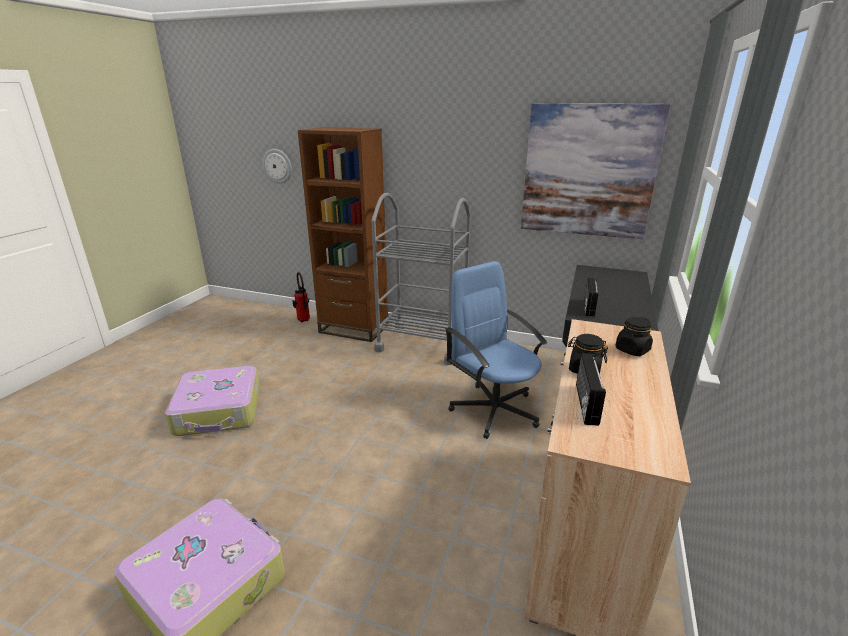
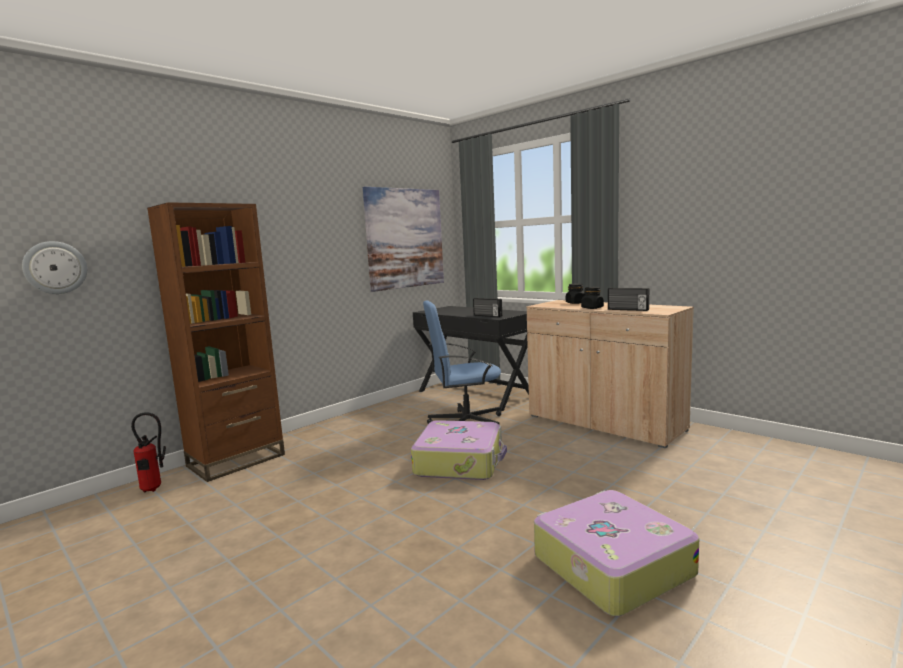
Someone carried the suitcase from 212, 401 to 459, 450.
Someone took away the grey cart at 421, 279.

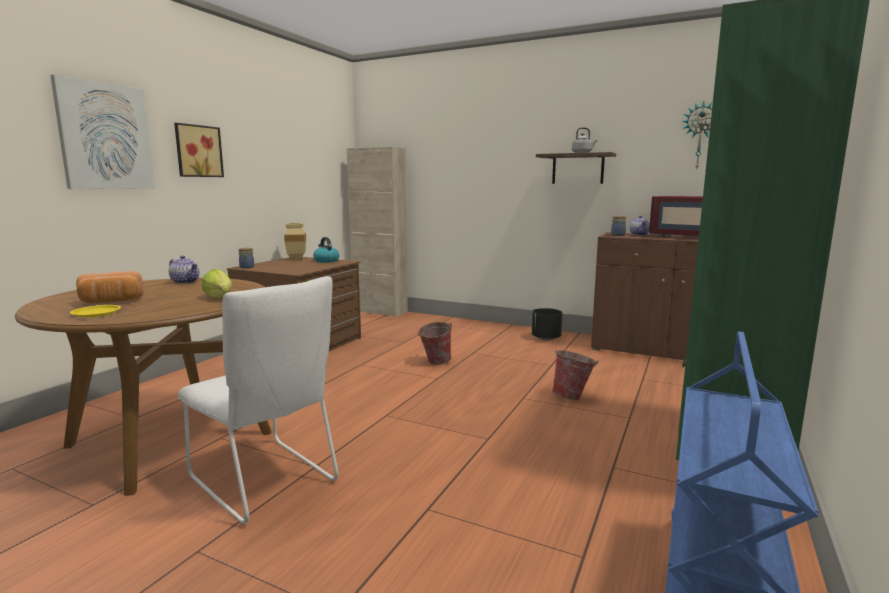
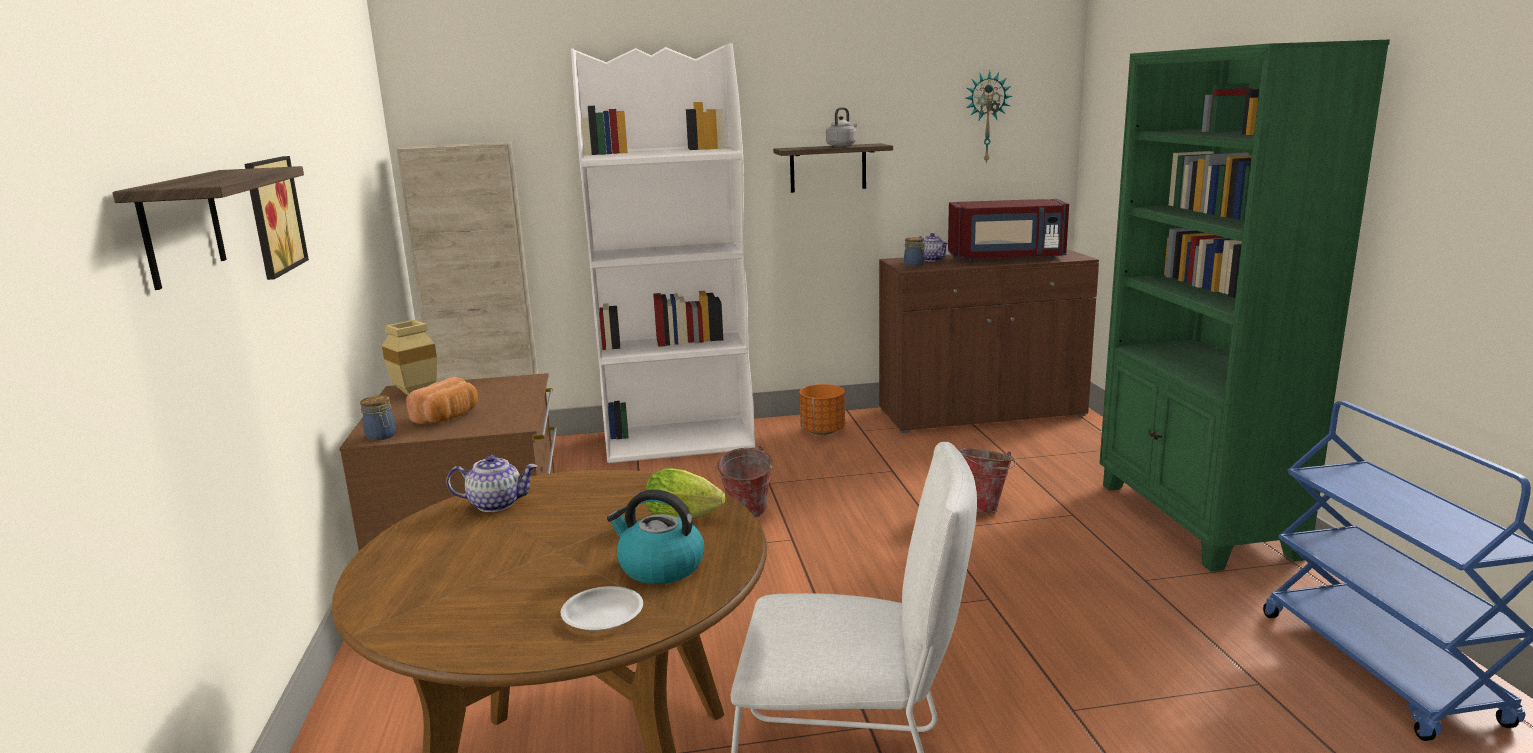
Someone swapped the picture at 102, 131 for the shelf at 208, 228.
Someone repainted the yellow plate at 95, 311, which became the white plate at 602, 608.
Someone carried the bread from 110, 287 to 442, 400.
Someone carried the kettle from 326, 250 to 655, 536.
Someone repainted the black planter at 547, 324, which became the orange planter at 822, 409.
Someone put down the white bookcase at 663, 253.

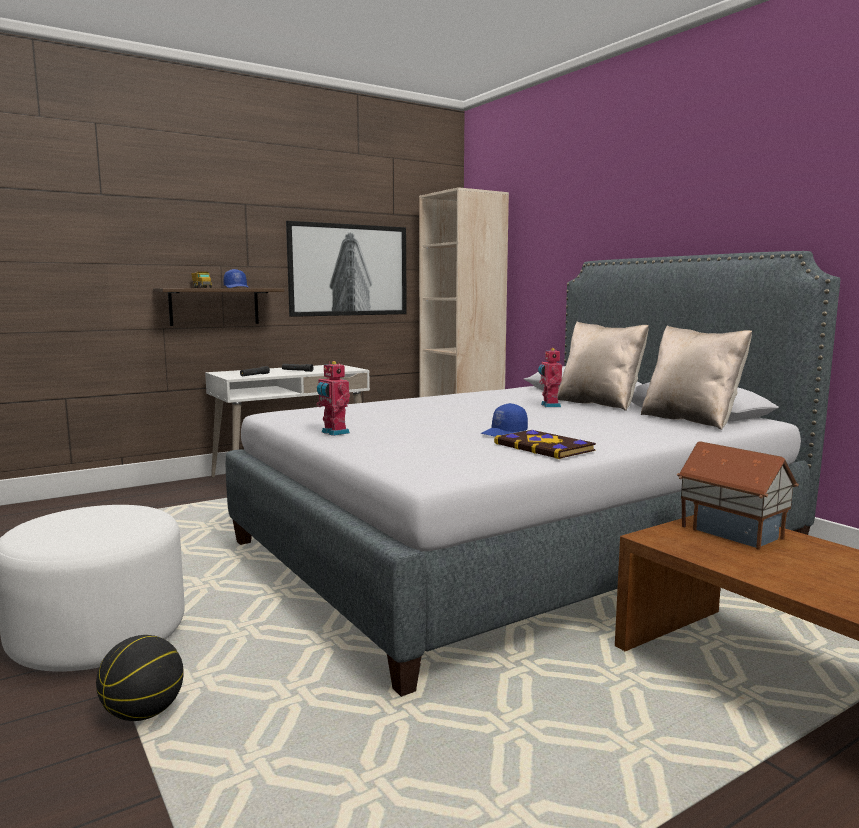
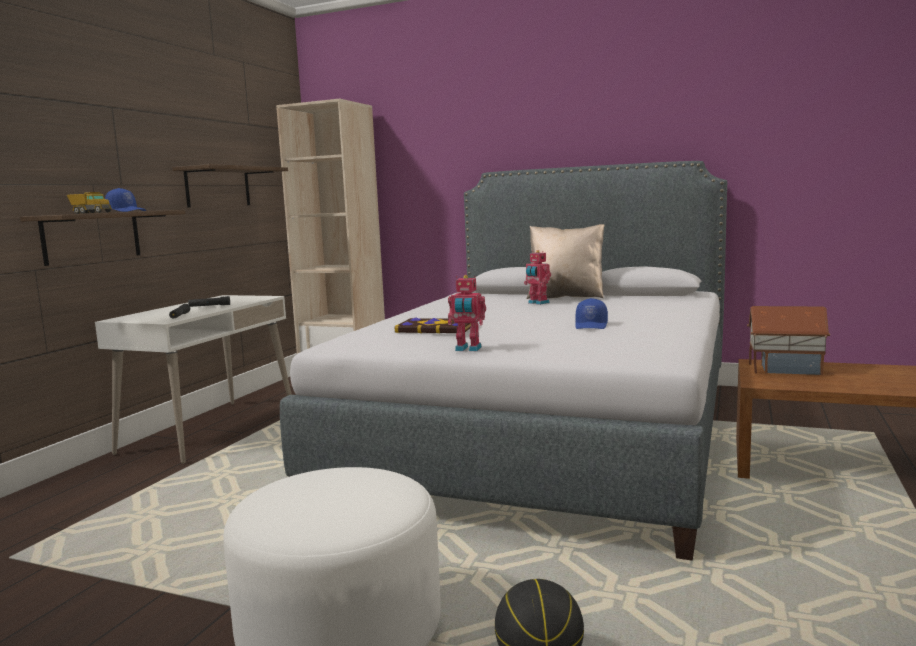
Someone swapped the picture at 346, 269 for the shelf at 230, 186.
Someone carried the book from 545, 444 to 433, 325.
Someone took away the beige pillow at 696, 378.

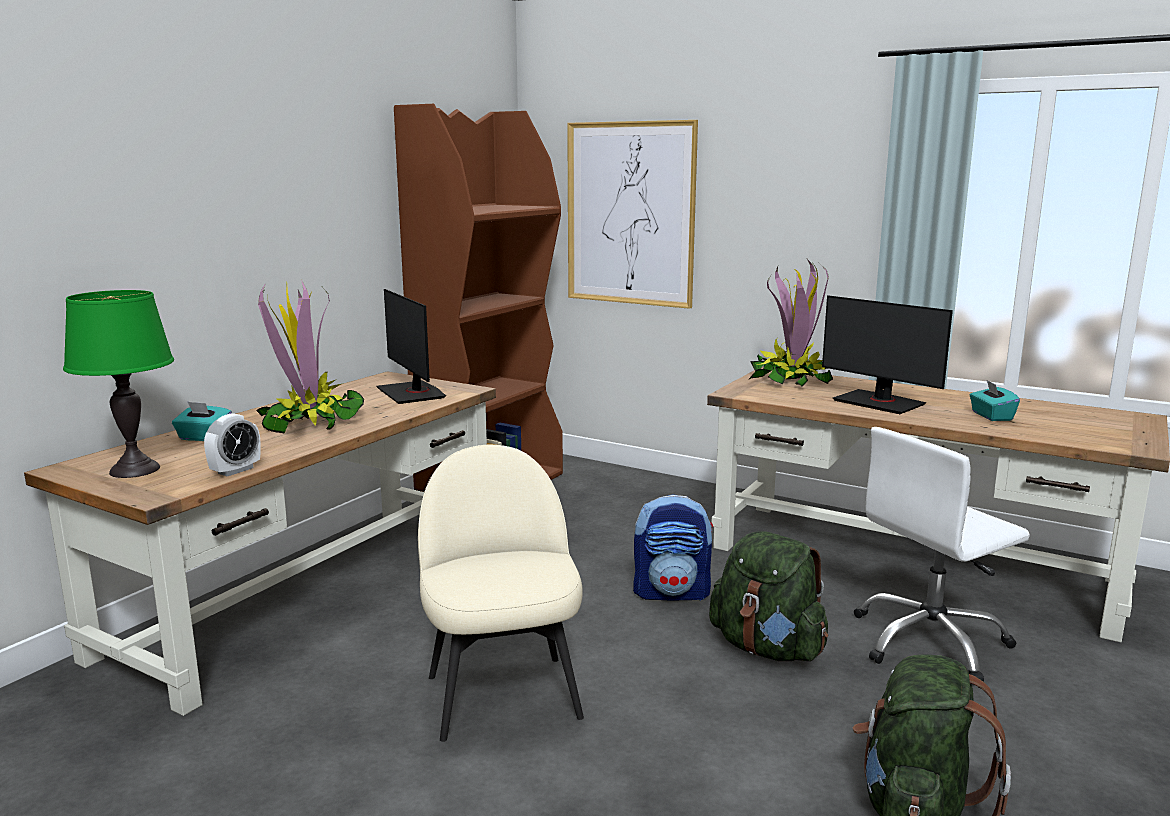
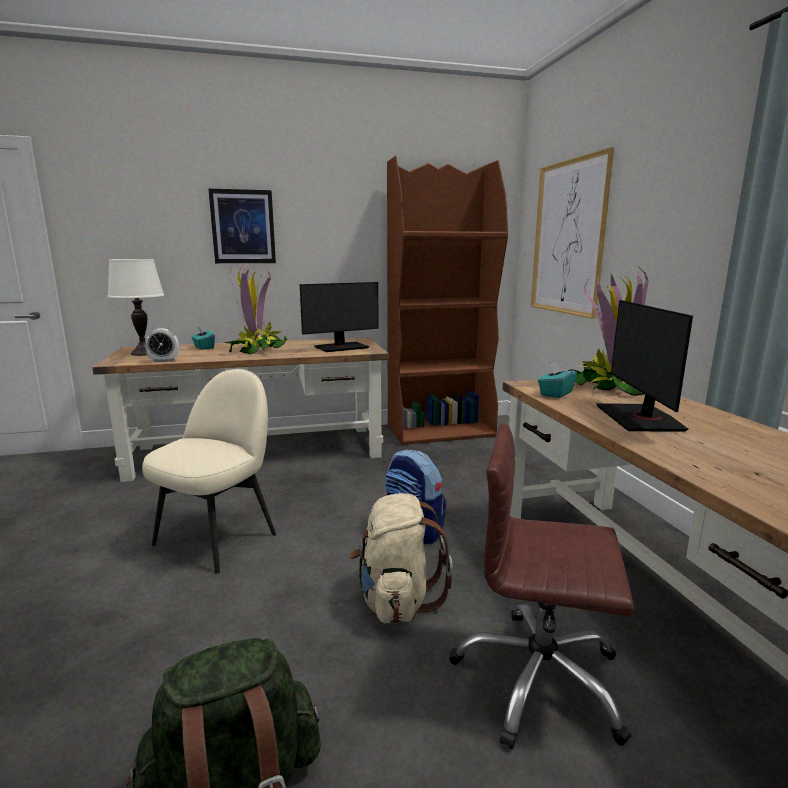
Someone repainted the green table lamp at 118, 384, which became the white table lamp at 135, 307.
Someone rotated the monitor at 411, 346 by 135 degrees counterclockwise.
Someone repainted the green backpack at 768, 596, which became the beige backpack at 401, 558.
Someone repainted the white office chair at 942, 554, which became the brown office chair at 541, 586.
Someone carried the turquoise tissue box from 995, 400 to 557, 379.
Someone put up the picture at 242, 226.

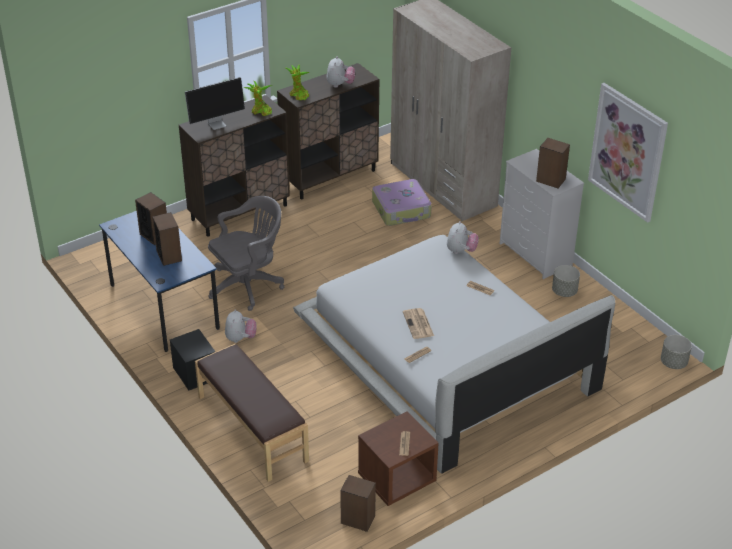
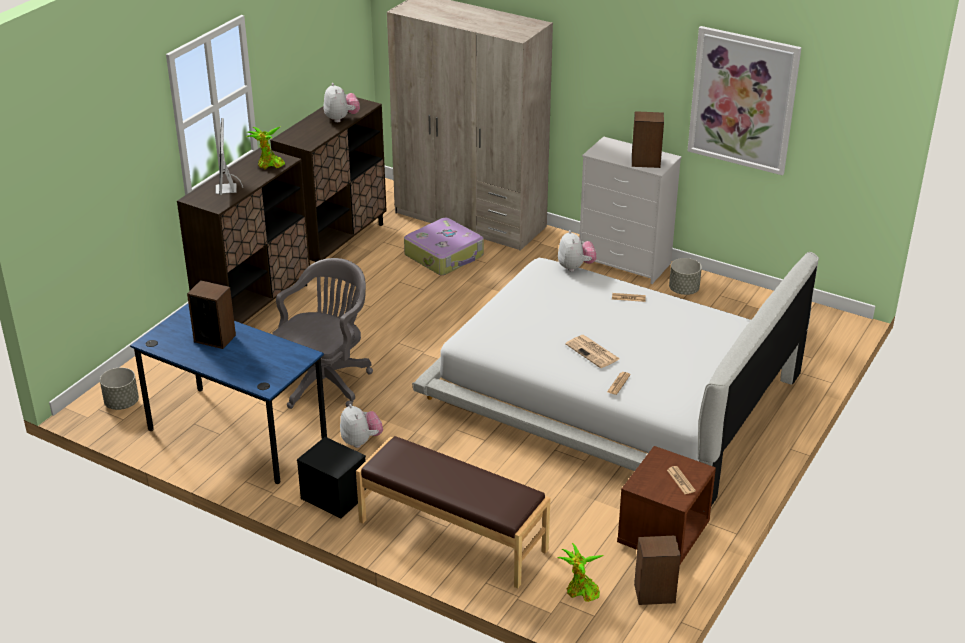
Someone took away the speaker at 167, 239.
Someone rotated the monitor at 215, 103 by 135 degrees clockwise.
Someone carried the potted plant from 298, 82 to 580, 572.
Someone carried the grey planter from 676, 352 to 119, 389.

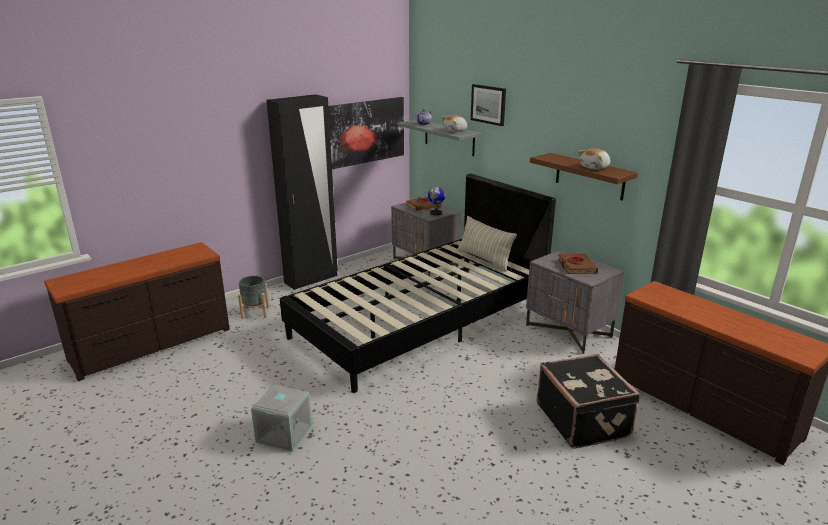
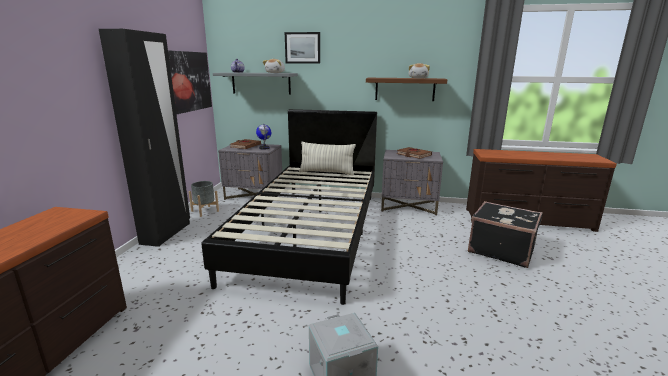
Someone carried the grey planter from 253, 297 to 204, 199.

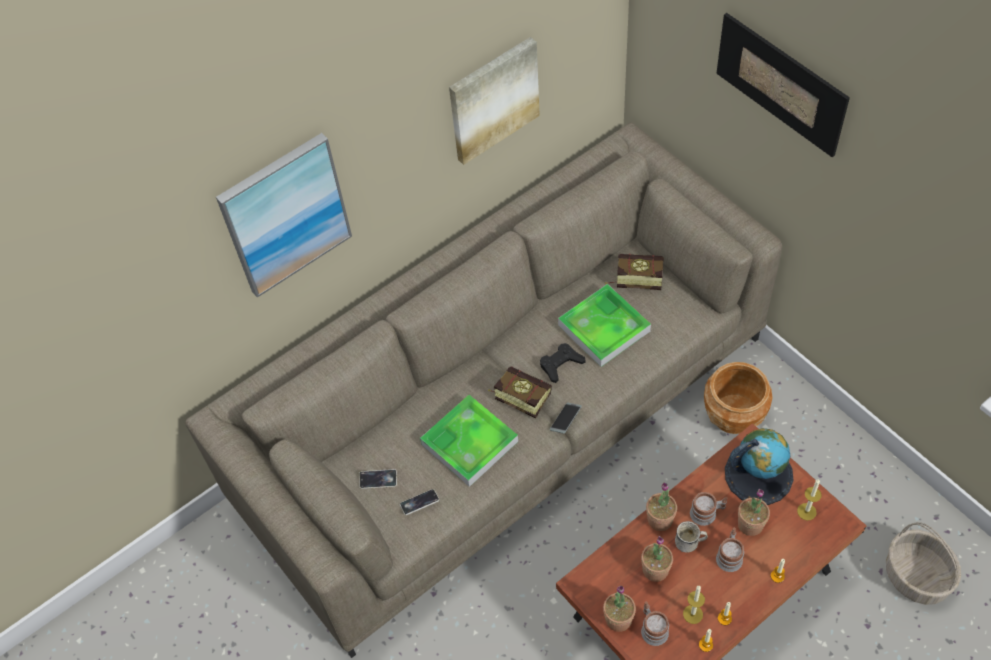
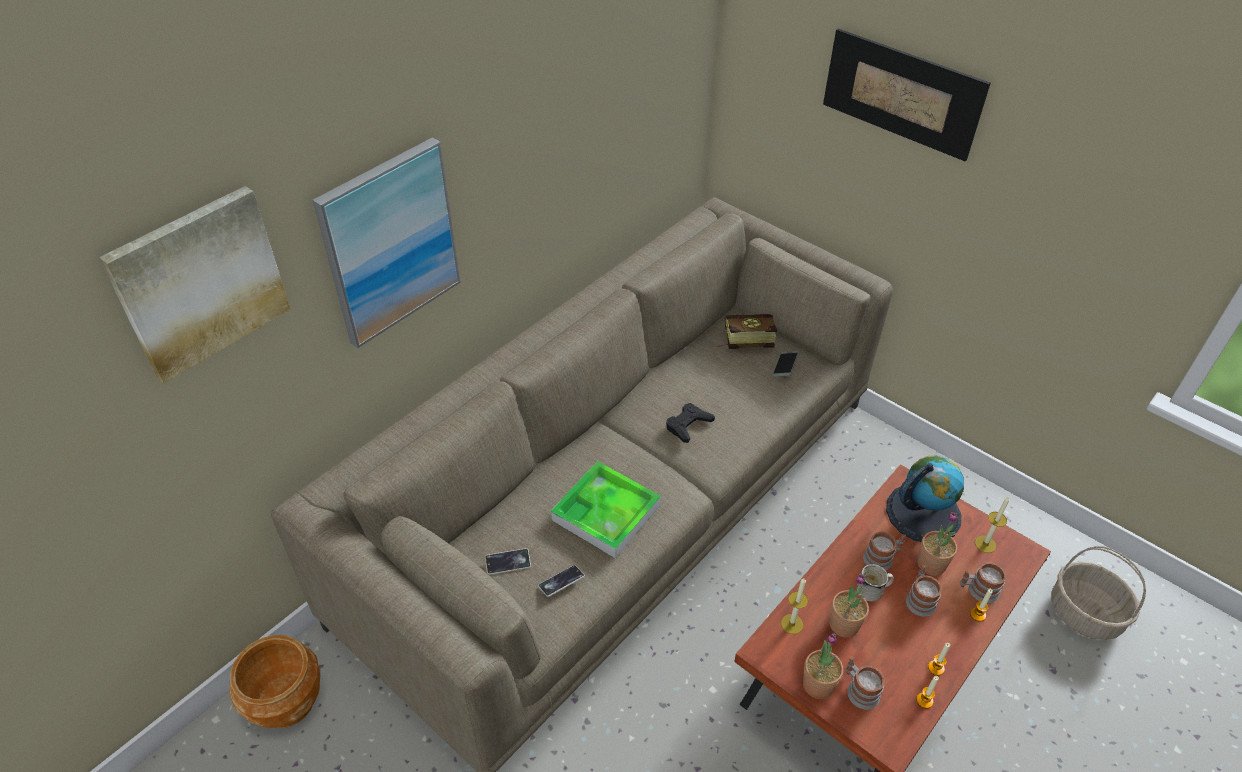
Someone carried the picture from 494, 101 to 194, 284.
Someone took away the book at 520, 393.
Someone carried the phone from 566, 418 to 786, 364.
Someone took away the tray at 604, 325.
Someone took away the potted plant at 661, 507.
Someone carried the candle from 694, 605 to 794, 606.
Someone carried the brown planter from 738, 398 to 275, 681.
Someone put down the mug at 983, 582.

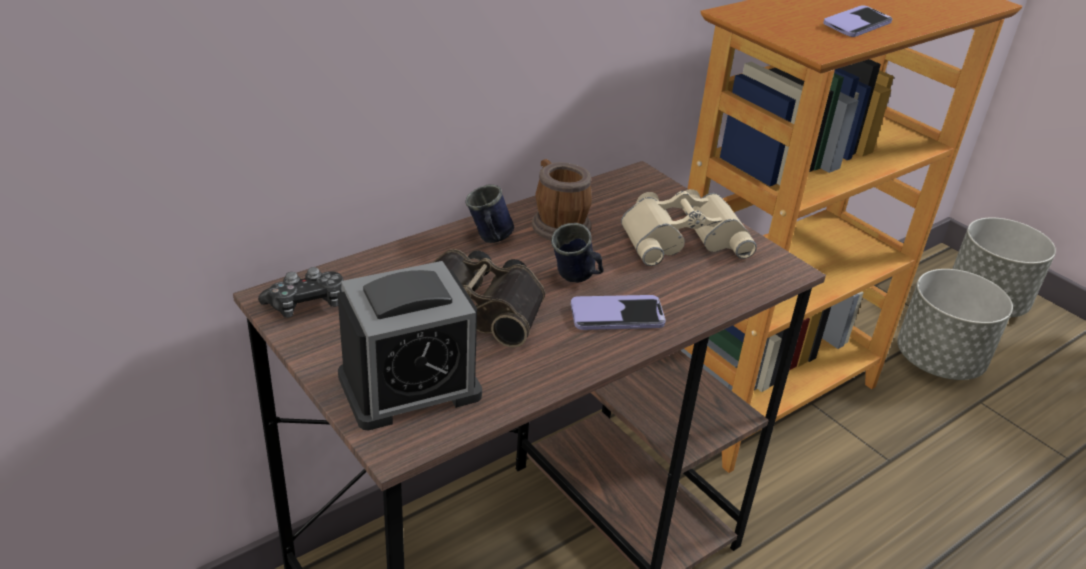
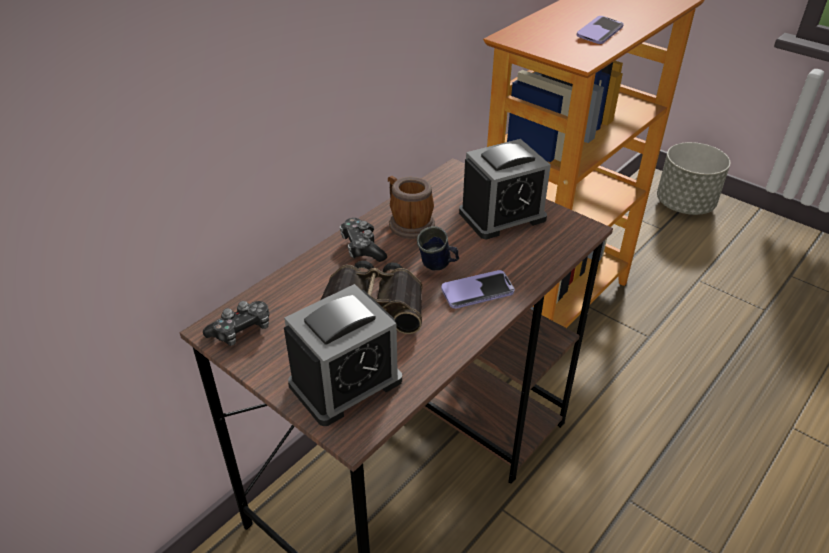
Someone swapped the blue mug at 490, 213 for the game controller at 363, 240.
Someone swapped the beige binoculars at 689, 227 for the alarm clock at 505, 189.
Someone took away the grey planter at 955, 324.

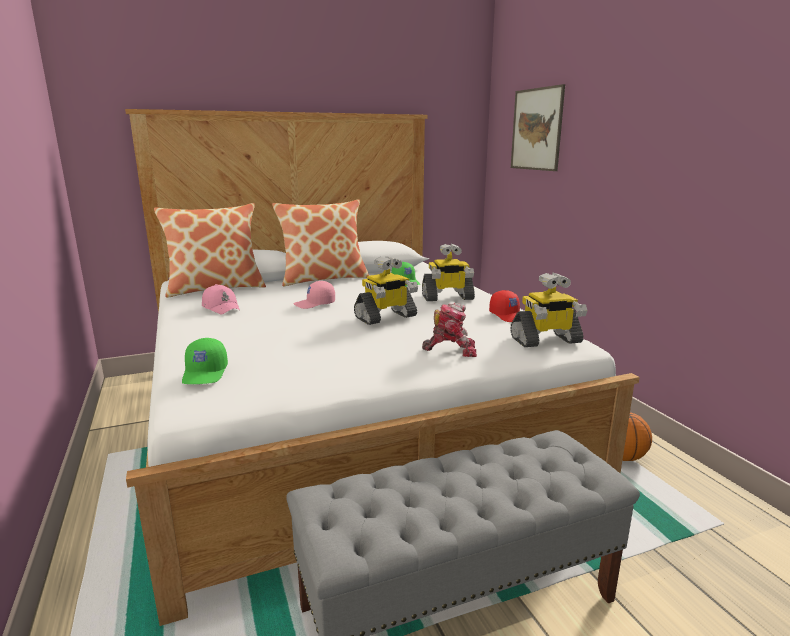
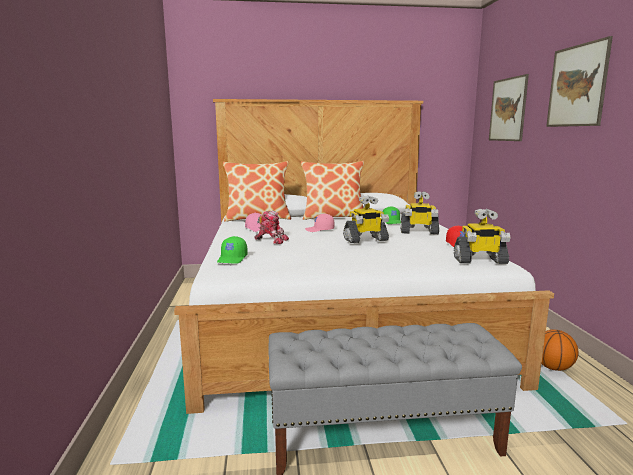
Someone carried the toy robot from 449, 330 to 272, 227.
Someone put up the picture at 579, 81.

